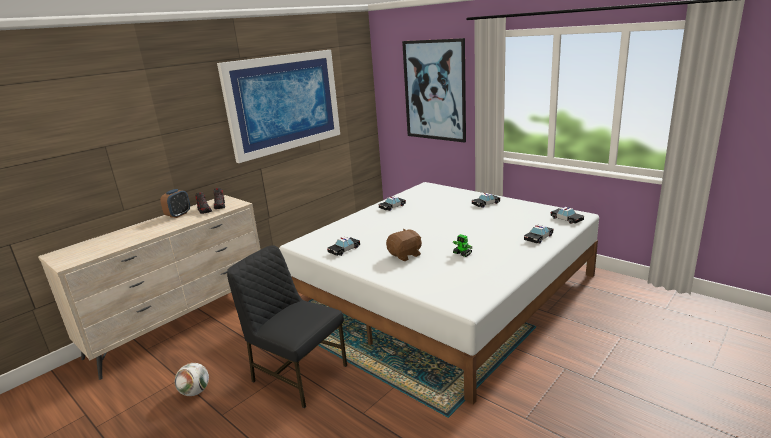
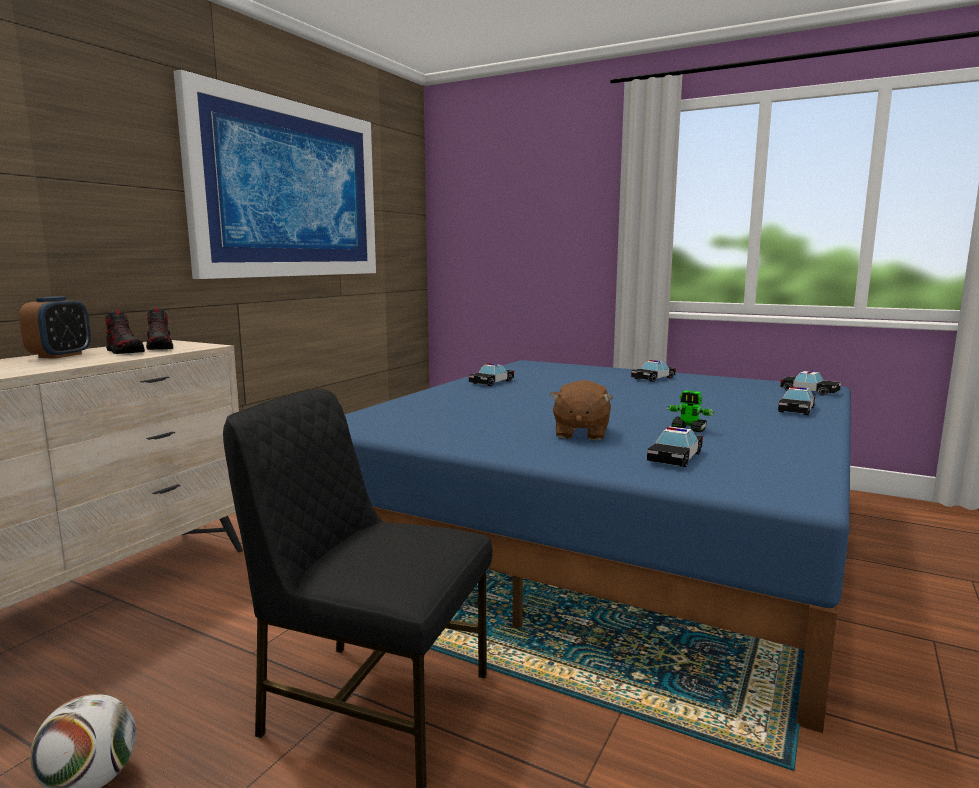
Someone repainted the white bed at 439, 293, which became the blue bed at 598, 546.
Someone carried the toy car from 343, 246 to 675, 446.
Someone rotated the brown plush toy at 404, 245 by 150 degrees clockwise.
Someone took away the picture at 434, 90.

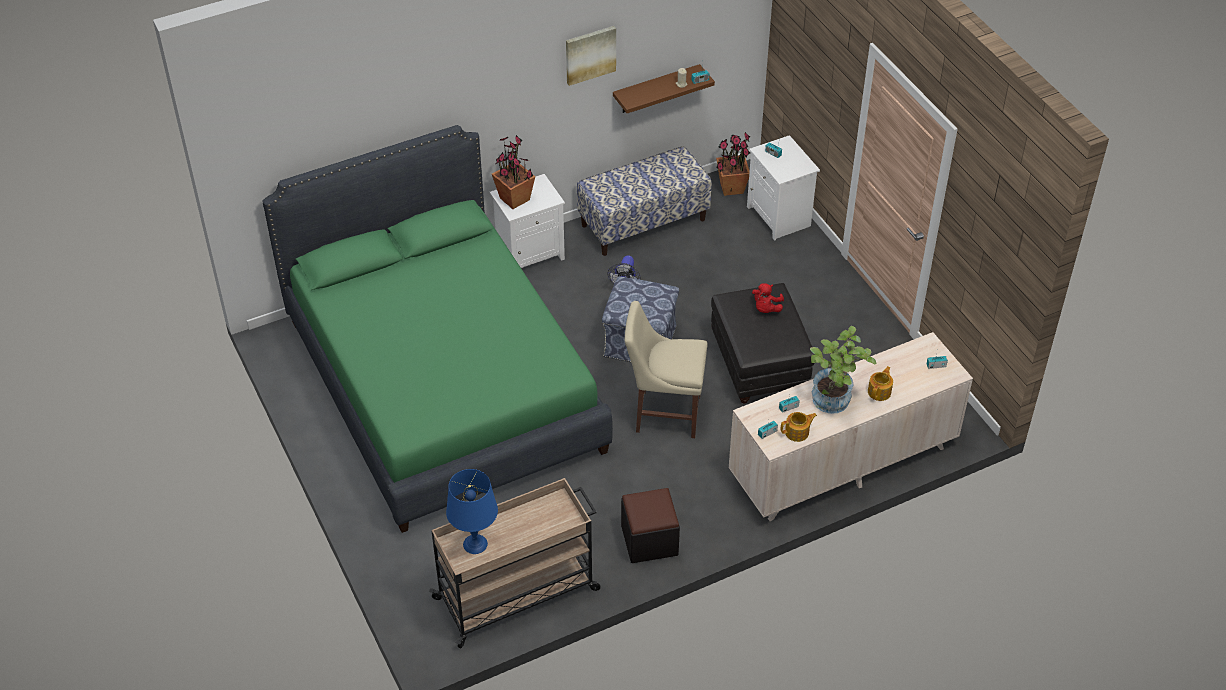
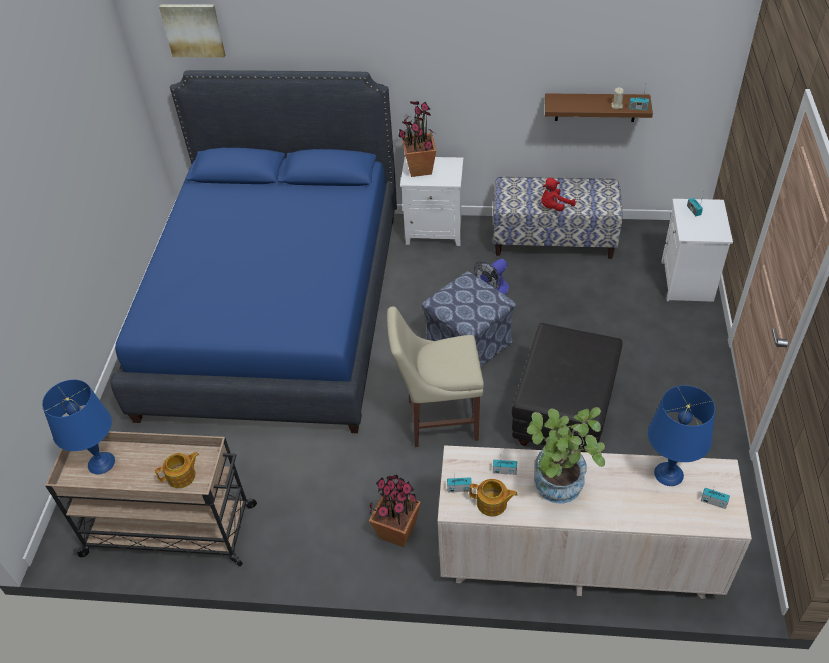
Someone repainted the green bed at 438, 329, which became the blue bed at 253, 251.
Someone carried the picture from 591, 56 to 192, 31.
Someone took away the black ottoman at 650, 525.
Someone rotated the beige chair at 666, 369 by 45 degrees counterclockwise.
Someone carried the potted plant from 733, 164 to 395, 511.
Someone carried the red plush toy from 768, 298 to 558, 194.
Someone carried the teapot from 880, 383 to 177, 470.
Someone put down the blue table lamp at 681, 435.

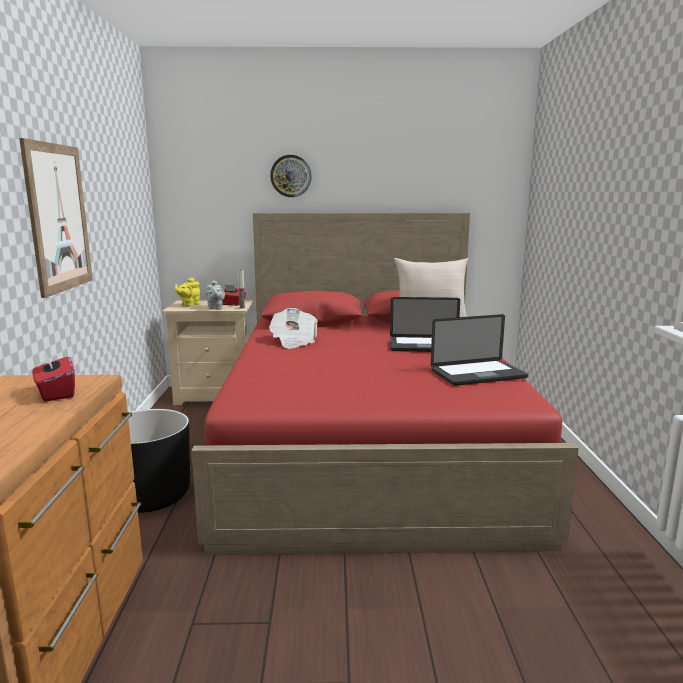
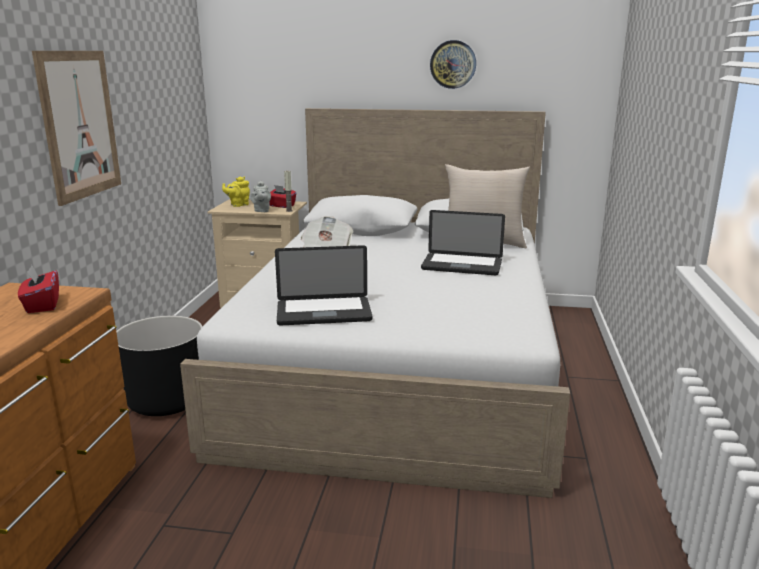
Someone repainted the red bed at 385, 384, which became the white bed at 375, 303.
Someone carried the wall clock from 291, 176 to 453, 64.
Someone carried the laptop from 479, 350 to 324, 285.

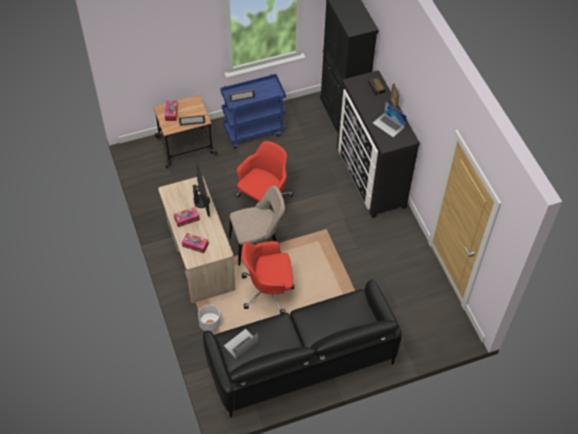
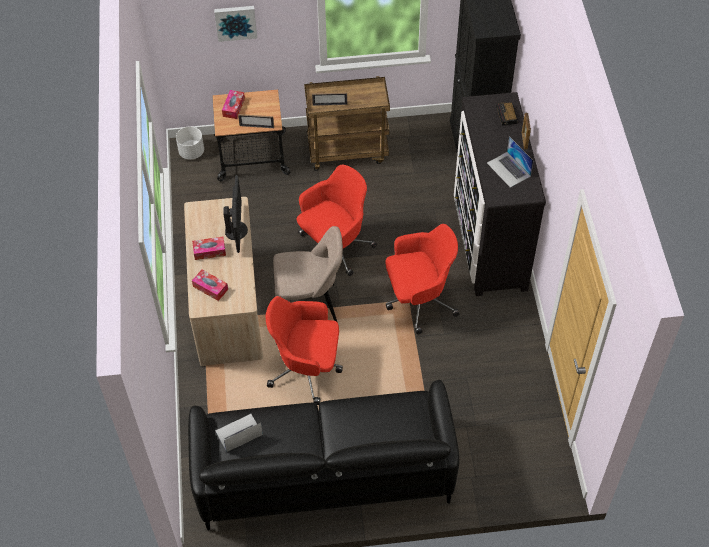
Someone carried the white planter from 209, 318 to 190, 143.
Someone repainted the blue cart at 253, 111, which became the brown cart at 347, 123.
Someone put up the picture at 235, 24.
Someone put down the red office chair at 422, 279.

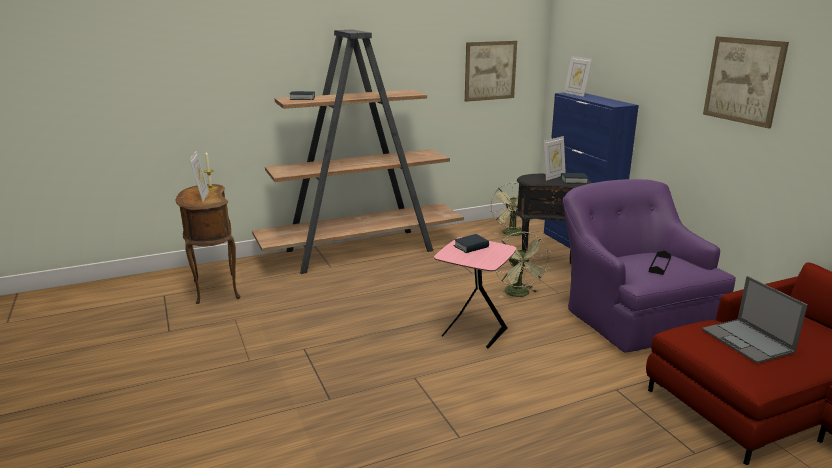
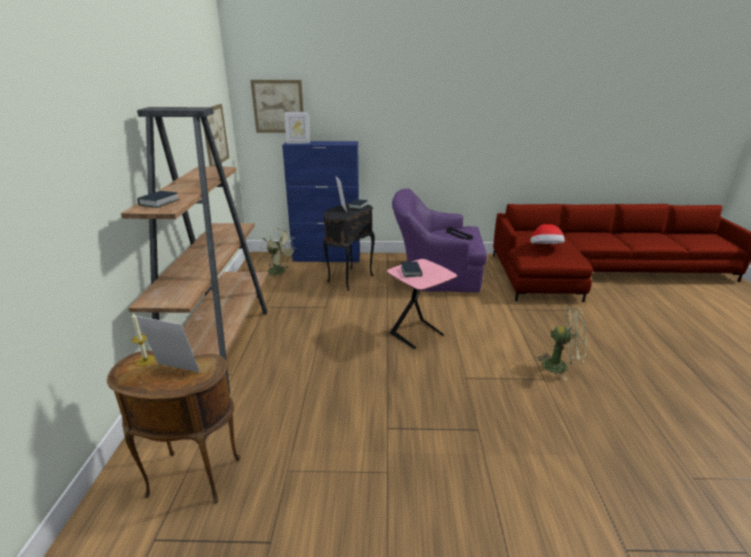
Someone carried the green fan from 523, 264 to 560, 343.
Someone swapped the laptop at 754, 319 for the hat at 547, 234.
Someone carried the picture from 746, 82 to 277, 106.

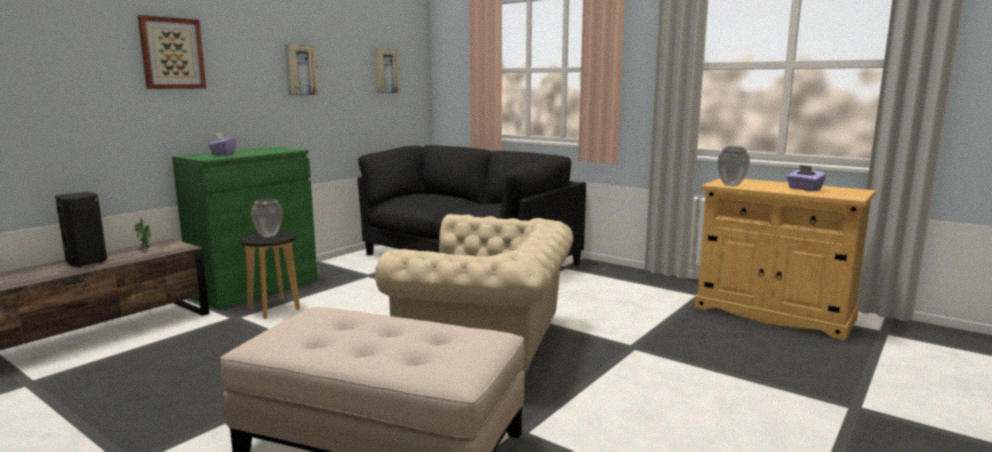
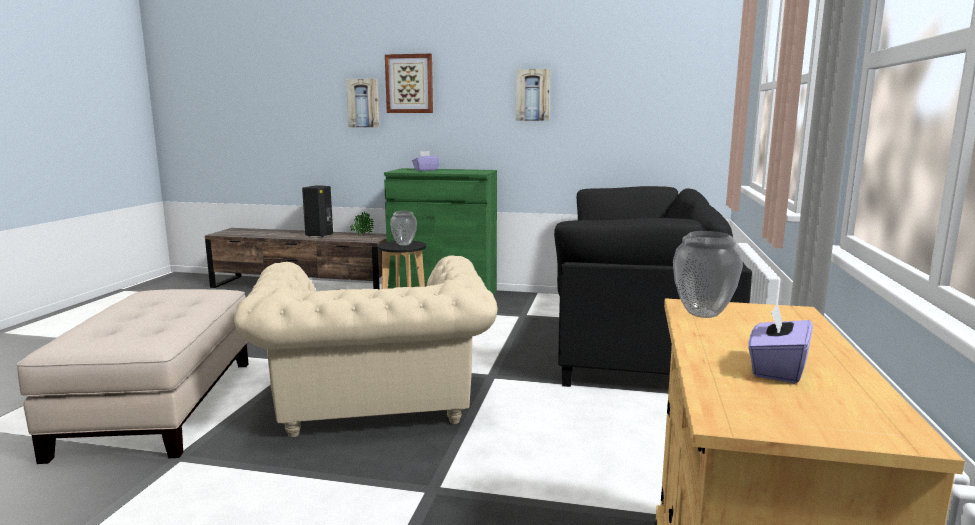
Someone carried the picture from 387, 71 to 362, 103.

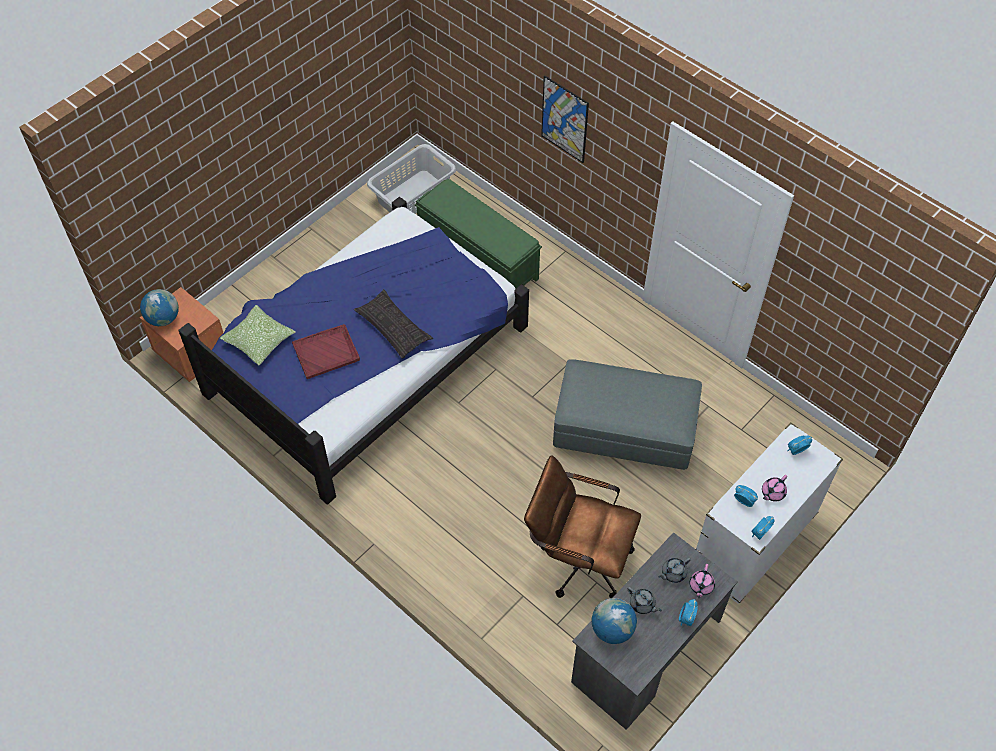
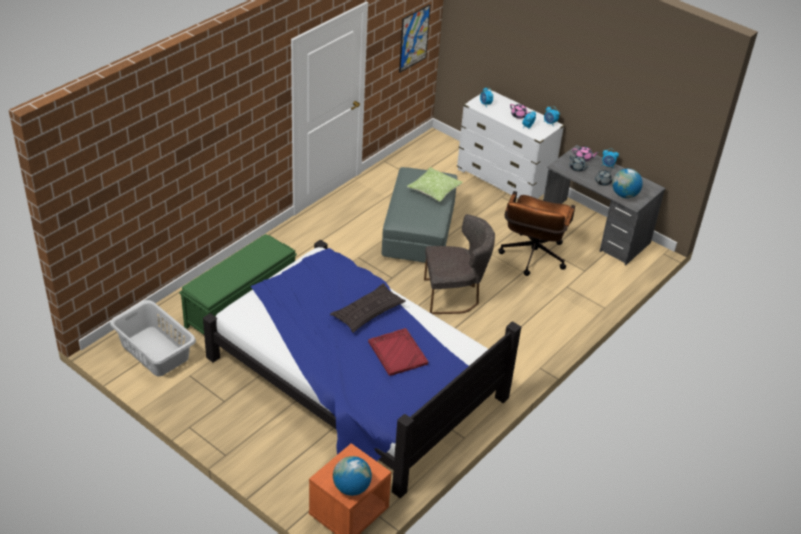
Someone carried the pillow from 257, 335 to 435, 184.
Someone carried the picture from 565, 119 to 414, 38.
Someone put down the grey chair at 459, 264.

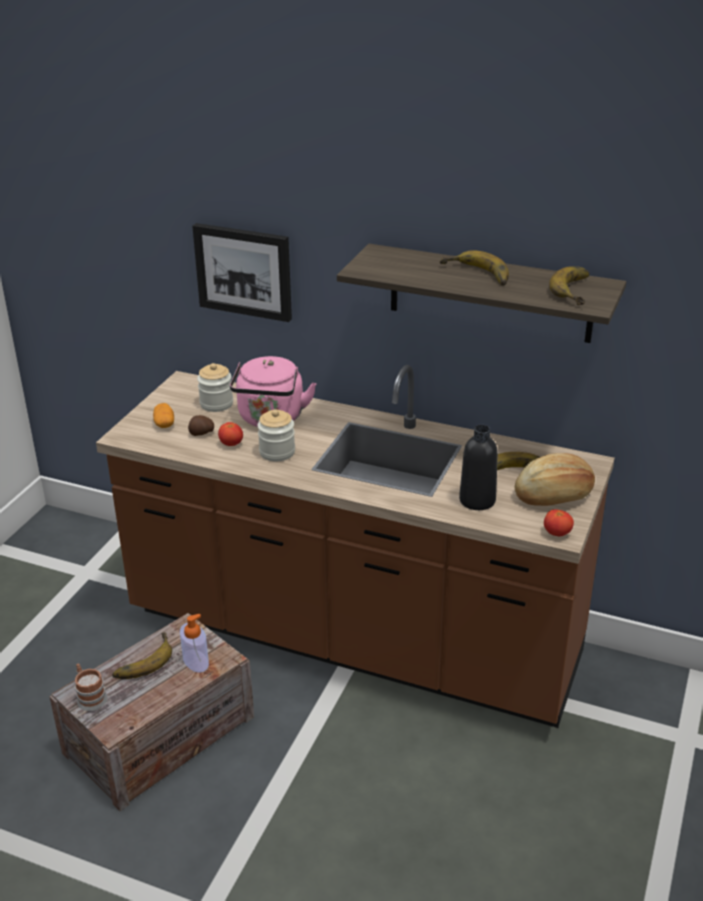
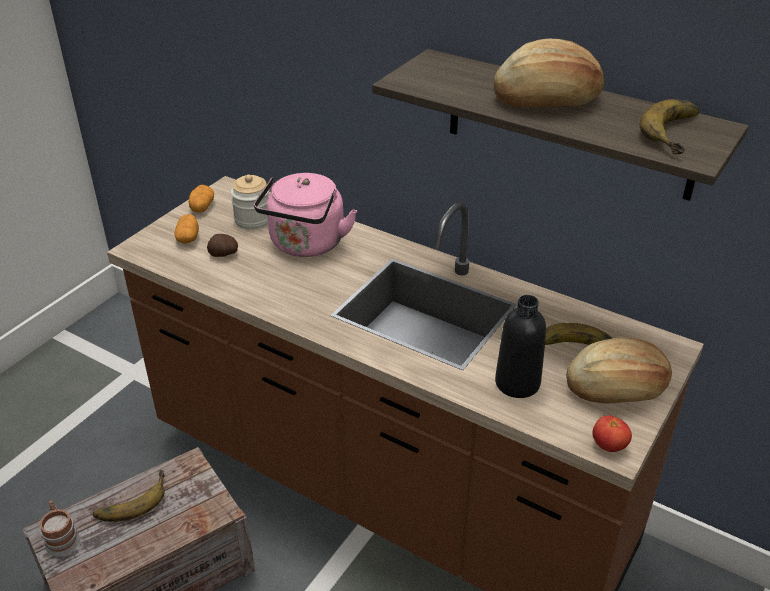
Someone took away the soap dispenser at 194, 643.
Someone took away the picture at 242, 272.
Someone took away the tomato at 230, 434.
Someone took away the jar at 276, 435.
Someone swapped the banana at 474, 267 for the bread at 549, 73.
Someone put down the potato at 201, 198.

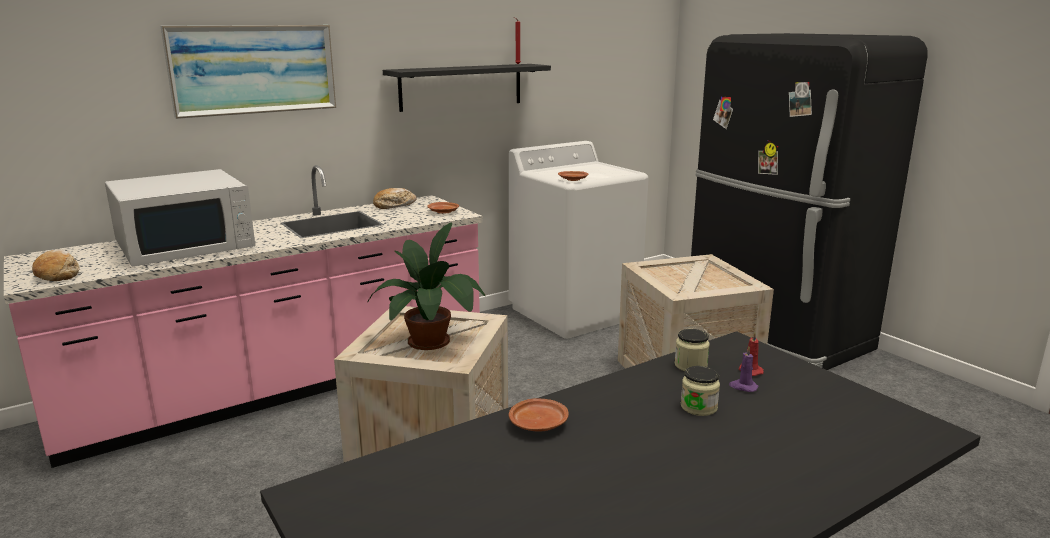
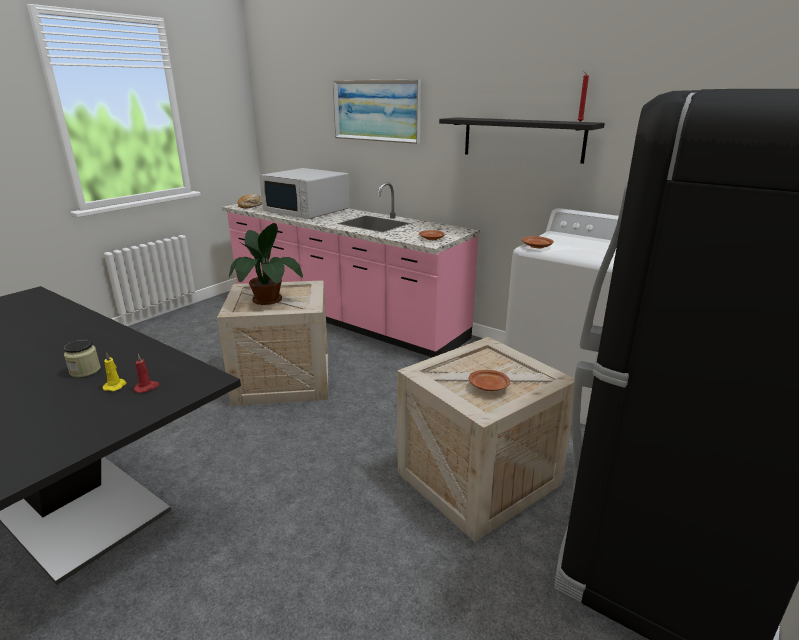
Someone took away the bread at 395, 198.
Someone carried the brown plate from 539, 415 to 489, 380.
Someone took away the jar at 692, 350.
Someone repainted the purple candle at 743, 369, which became the yellow candle at 114, 371.

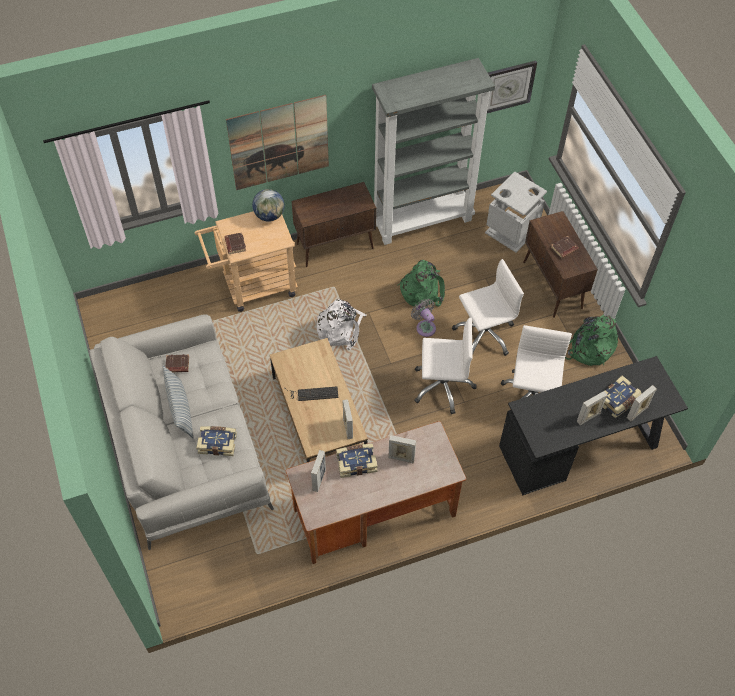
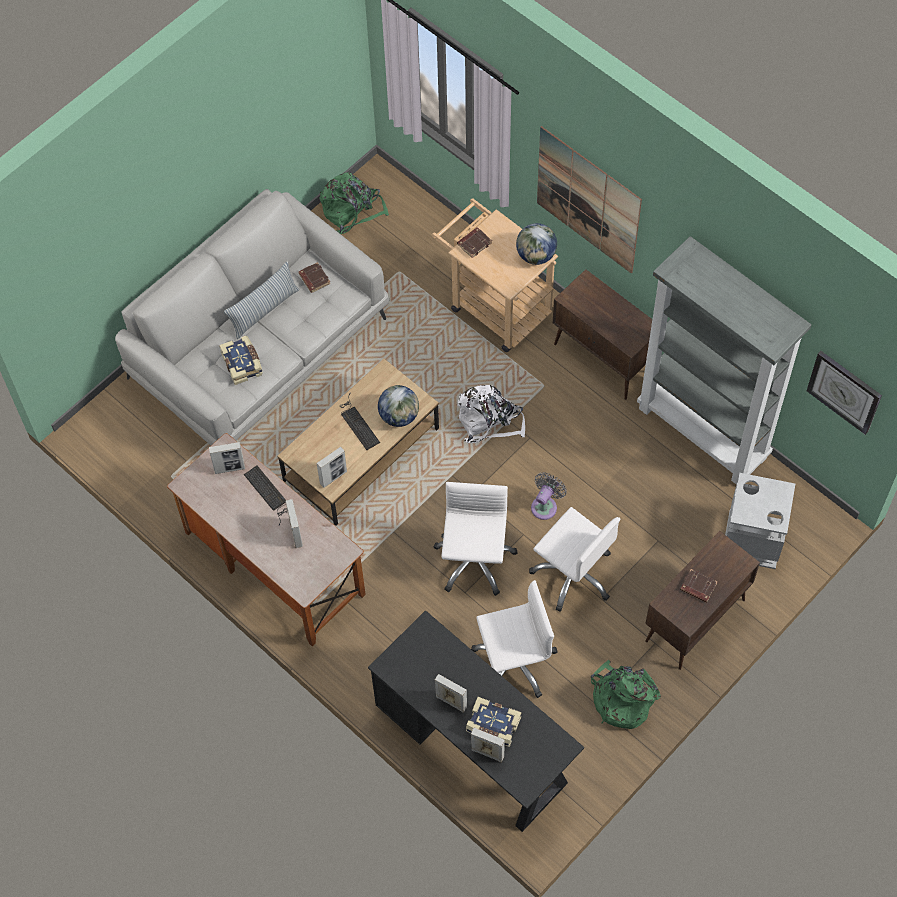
Someone swapped the book at 357, 461 for the keyboard at 266, 495.
Someone carried the green backpack from 421, 283 to 354, 203.
Someone rotated the white office chair at 445, 366 by 150 degrees counterclockwise.
Someone put down the globe at 398, 406.

